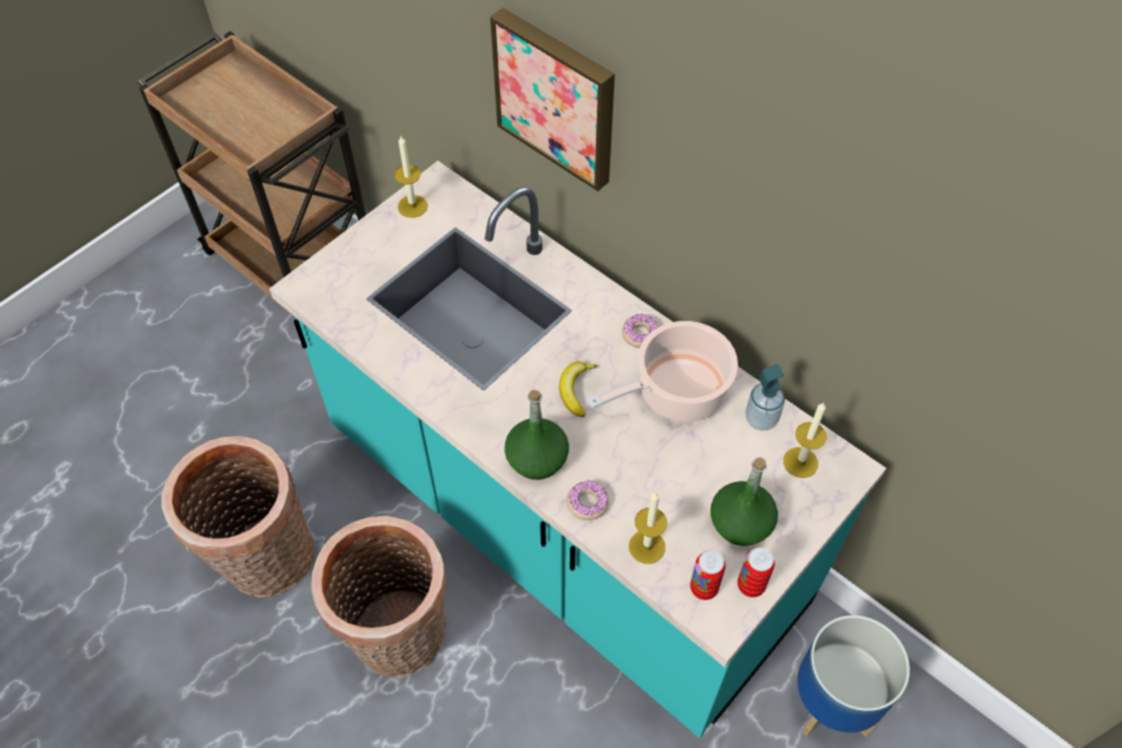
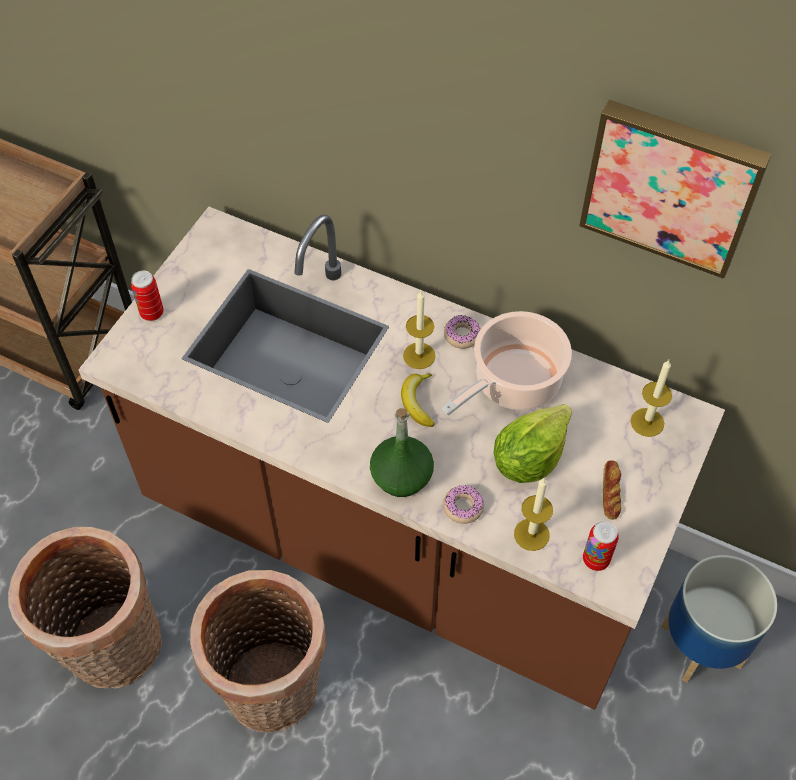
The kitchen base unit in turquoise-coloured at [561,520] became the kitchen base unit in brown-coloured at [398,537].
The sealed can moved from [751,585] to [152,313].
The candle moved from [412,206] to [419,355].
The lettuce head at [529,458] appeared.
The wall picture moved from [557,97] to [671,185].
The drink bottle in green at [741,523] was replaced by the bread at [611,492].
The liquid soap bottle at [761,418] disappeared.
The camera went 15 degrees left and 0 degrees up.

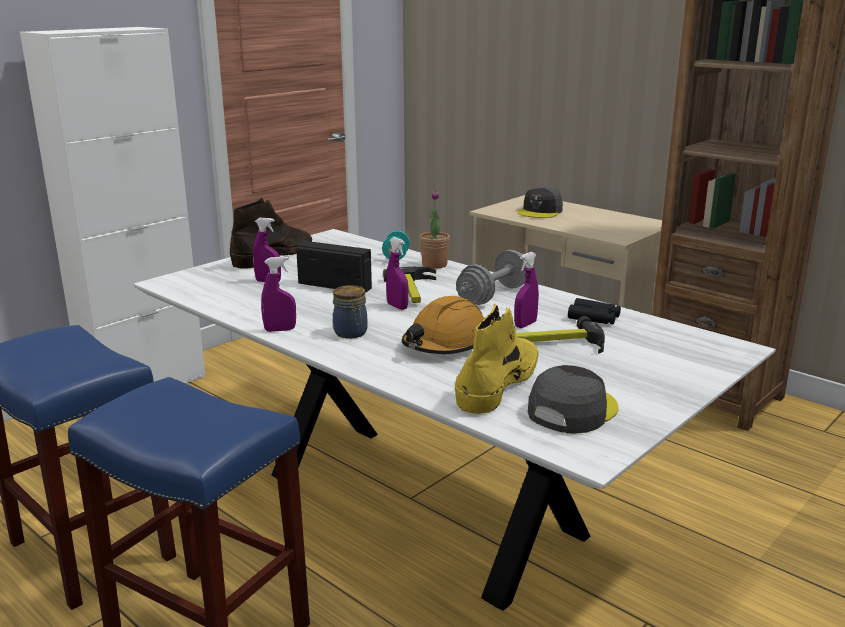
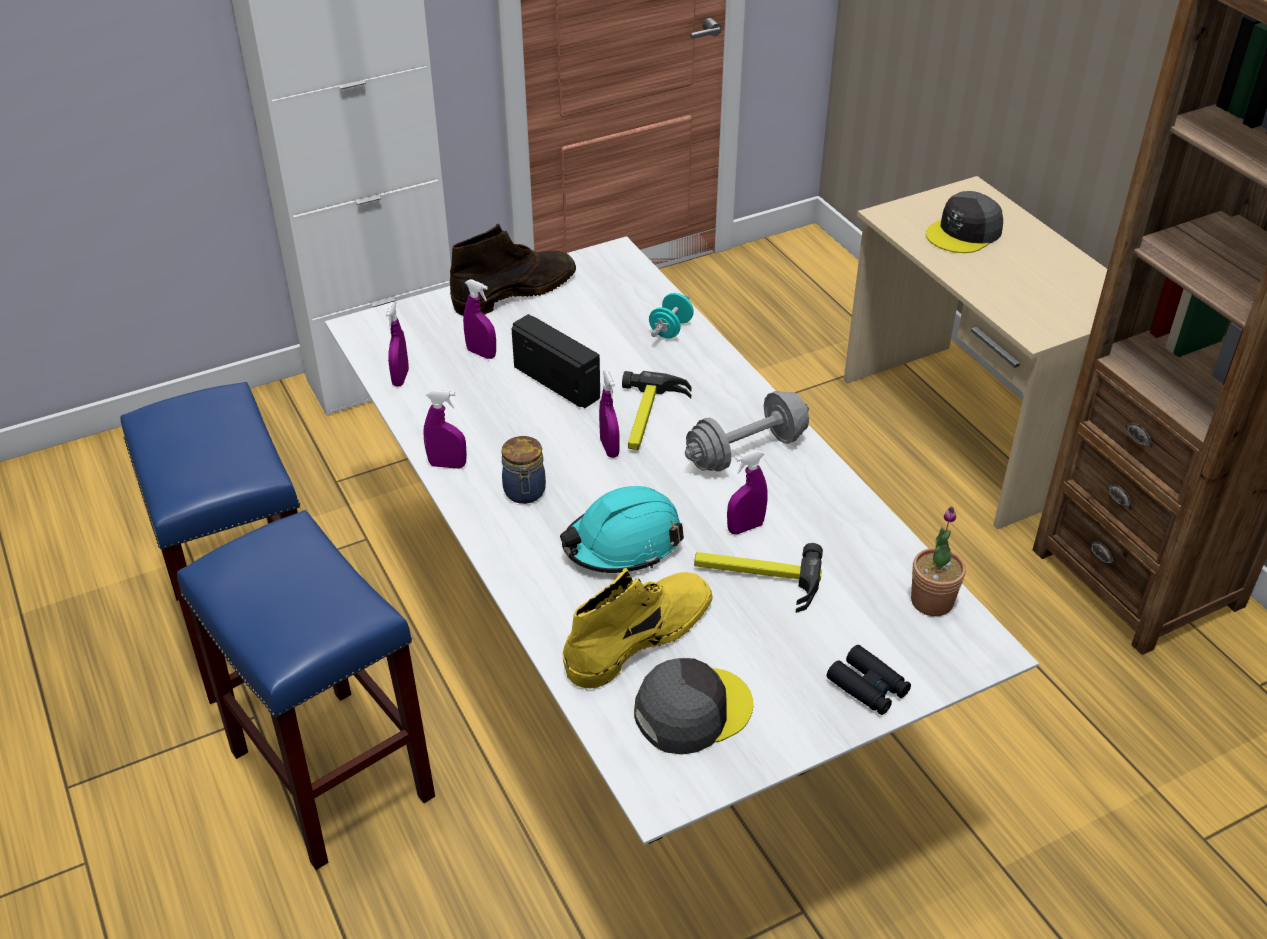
The spray bottle in purplish at [400,378] appeared.
The work helmet in orangey at [445,344] became the work helmet in turquoise-coloured at [623,543].
The binoculars in black-coloured moved from [594,318] to [868,687].
The plant in a pot moved from [434,265] to [932,601].
The camera went 20 degrees right and 20 degrees up.

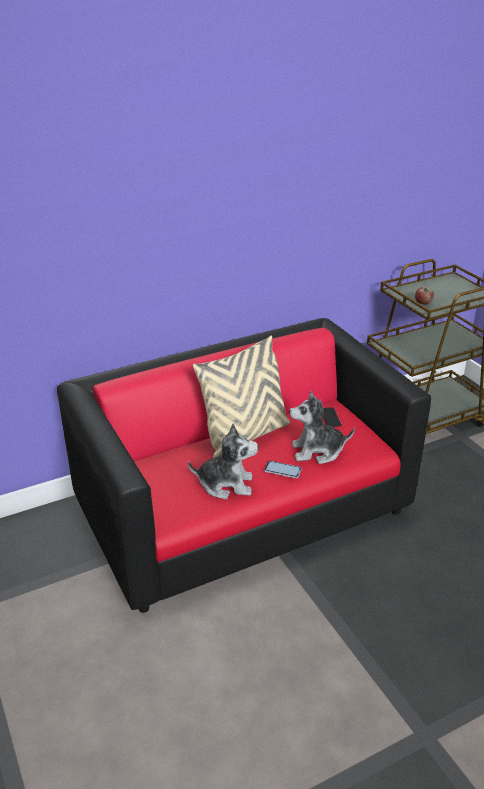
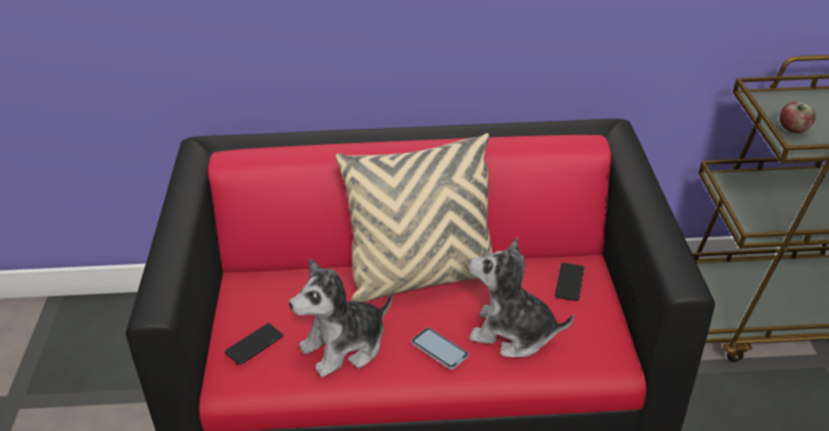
The phone at [254,344] appeared.
The soft toy at [226,484] turned 120 degrees clockwise.
The camera went 25 degrees right and 5 degrees up.

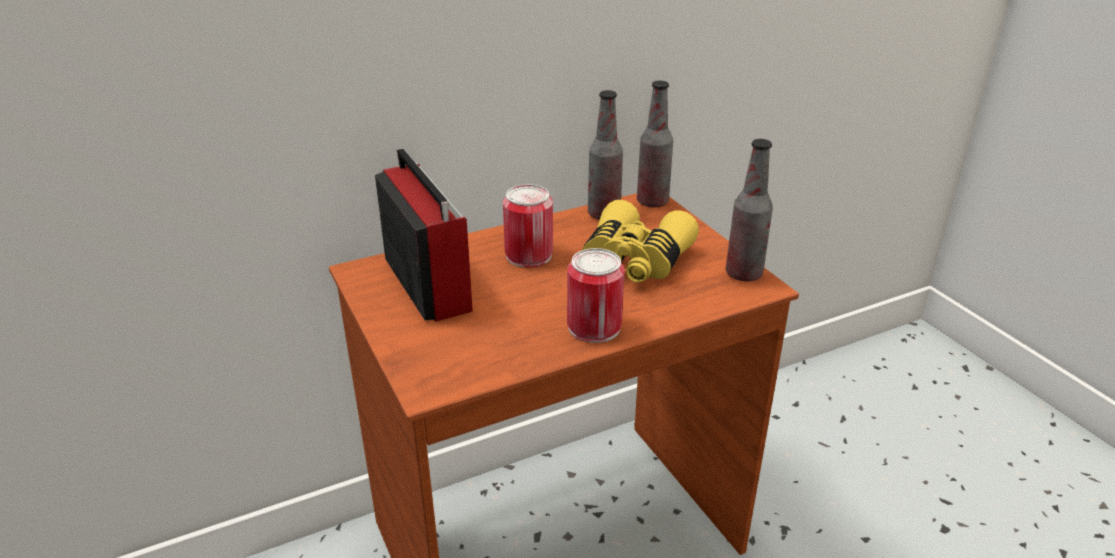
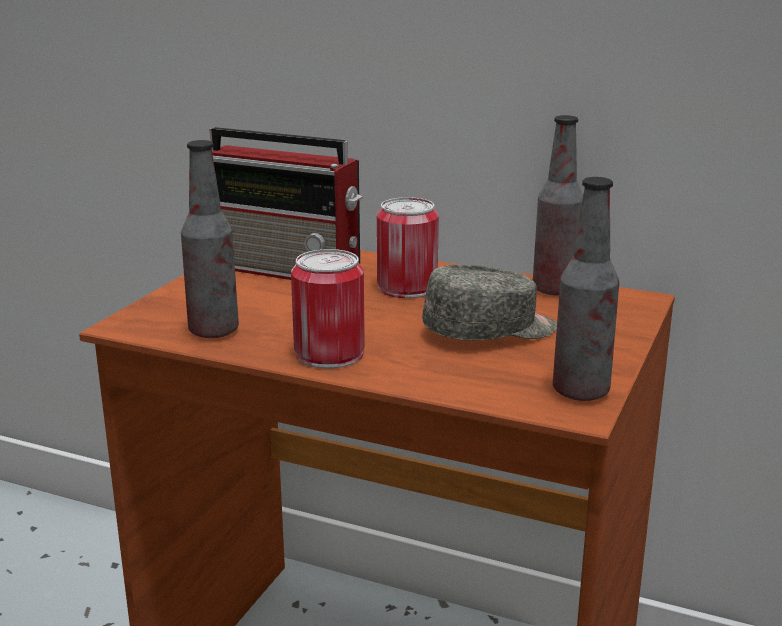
The drink bottle moved from [652,202] to [213,331].
The radio set at [427,282] turned 90 degrees clockwise.
The binoculars in yellowish at [634,261] was replaced by the cap in grey at [490,331].
The camera went 50 degrees right and 10 degrees down.

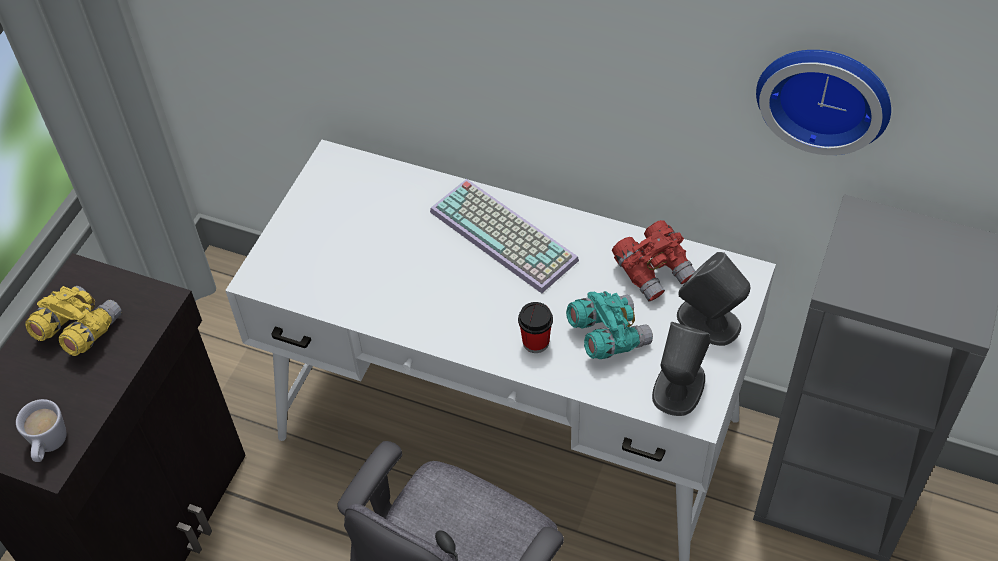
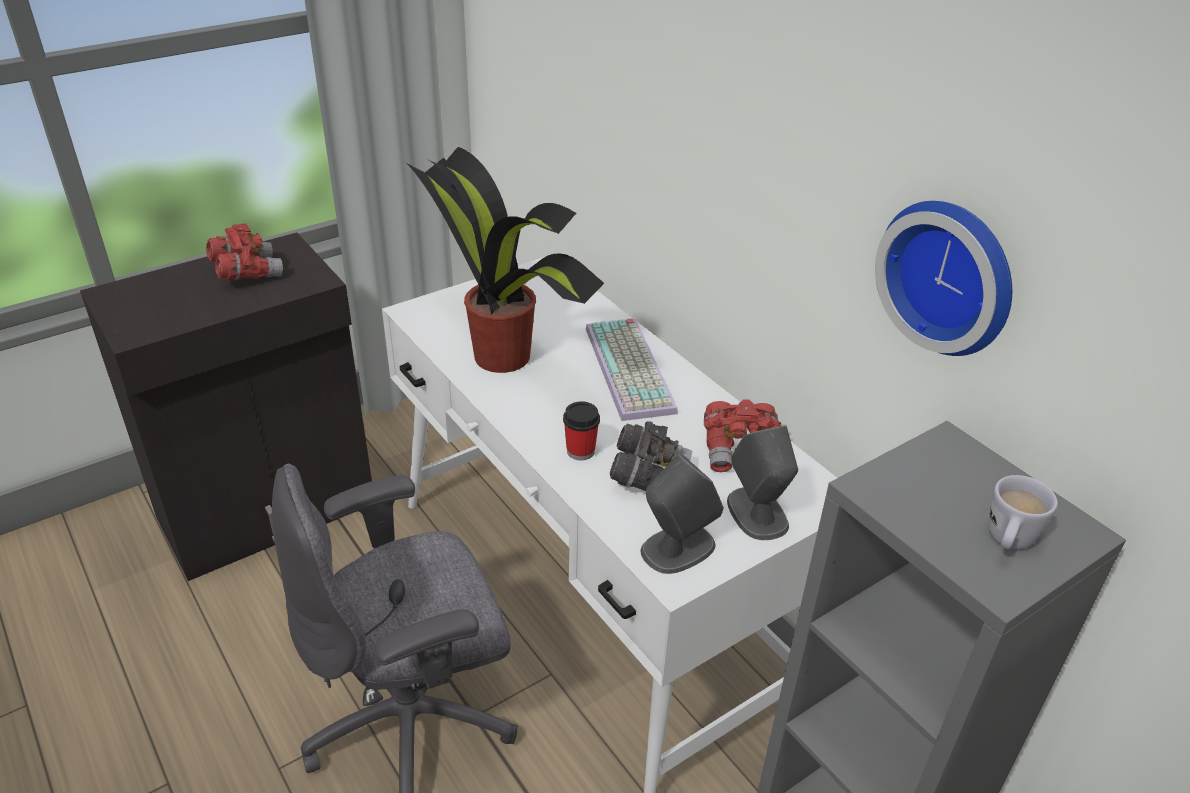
The binoculars in yellowish at [79,330] became the binoculars in red at [246,273].
The plant in a pot at [504,358] appeared.
The binoculars in turquoise-coloured at [607,335] became the binoculars in grey at [649,477].
The coffee mug in white-coloured moved from [49,446] to [1007,542].
The camera went 30 degrees right and 15 degrees down.

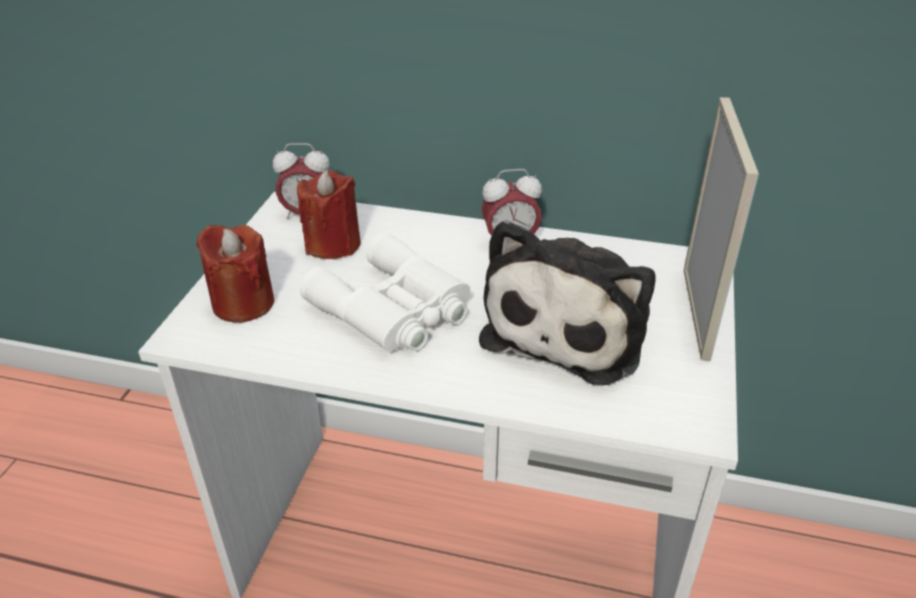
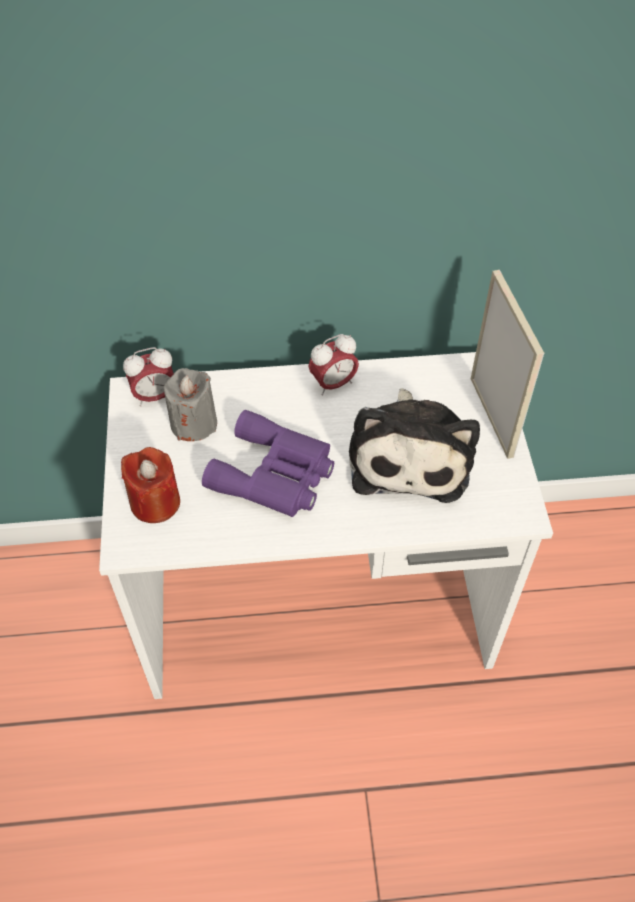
The candle in red at [333,244] became the candle in grey at [194,423].
The binoculars in white-coloured at [394,309] became the binoculars in purplish at [275,475].
The camera went 20 degrees left and 15 degrees up.

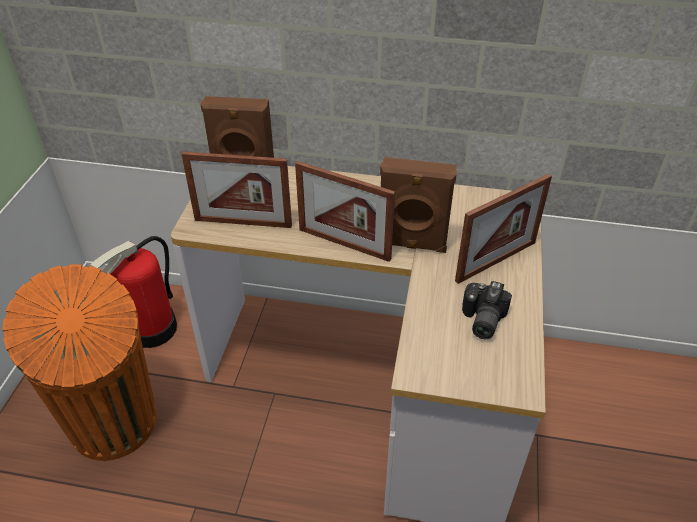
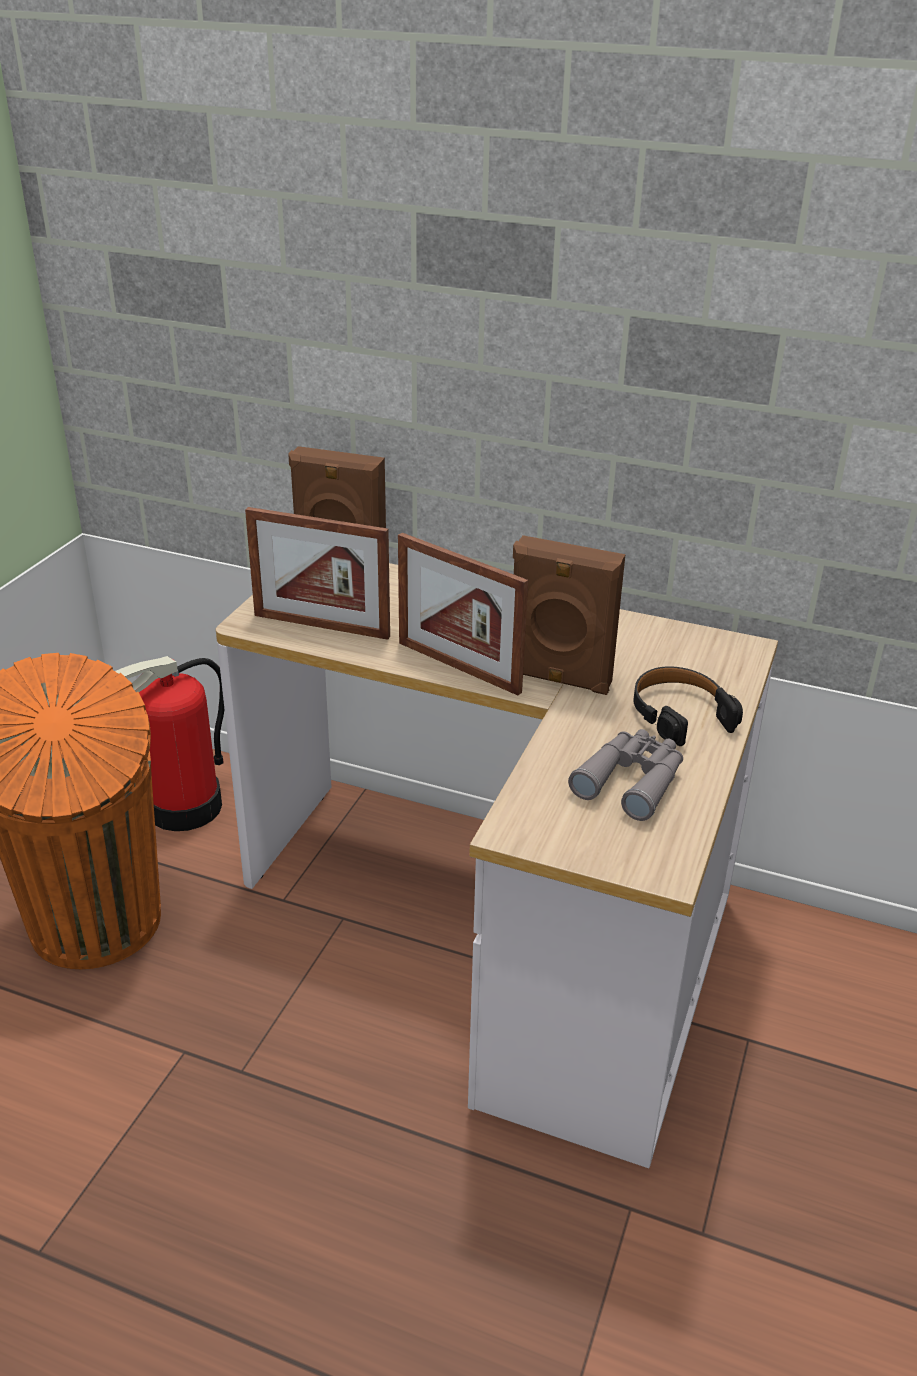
The still camera at [481,320] was replaced by the binoculars in grey at [632,781].
The picture frame at [496,261] was replaced by the headphones in black-coloured at [679,714].
The camera went 10 degrees right and 10 degrees down.

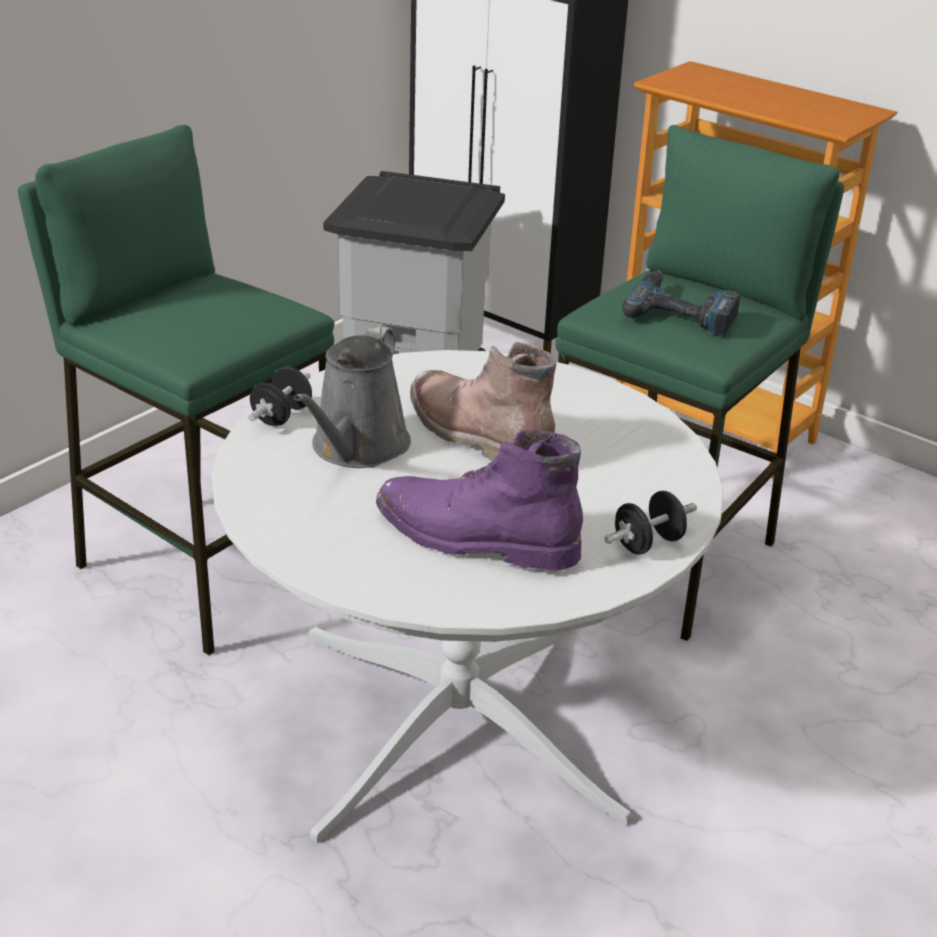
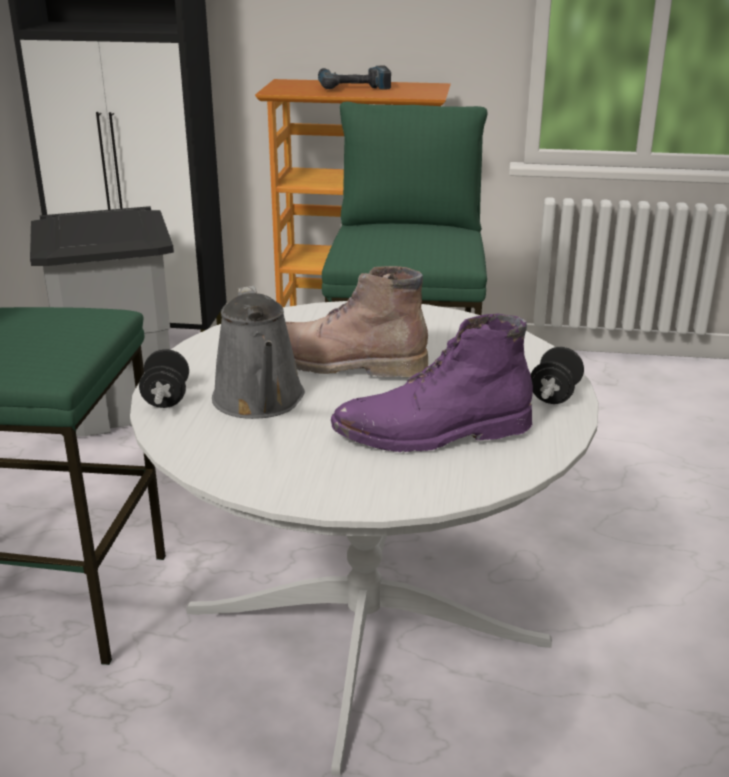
The power drill moved from [682,312] to [352,86].
The camera went 30 degrees left and 5 degrees down.

